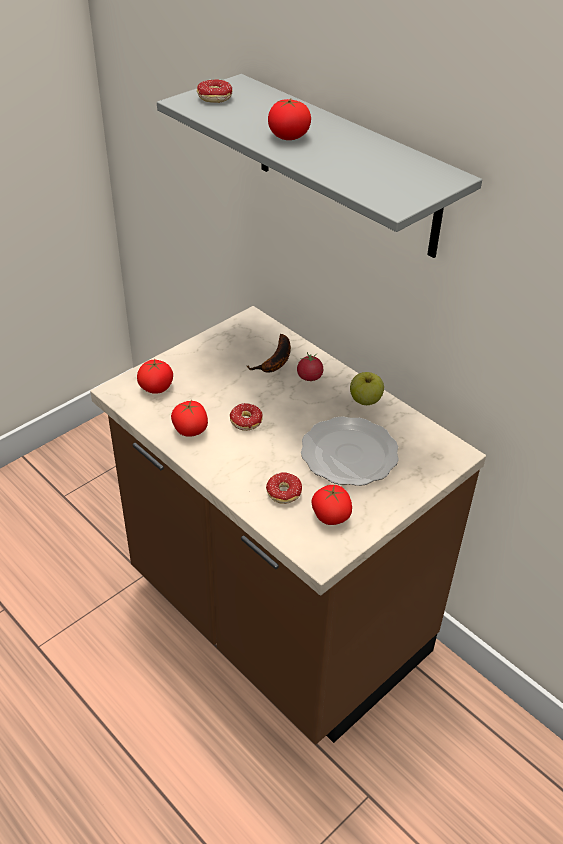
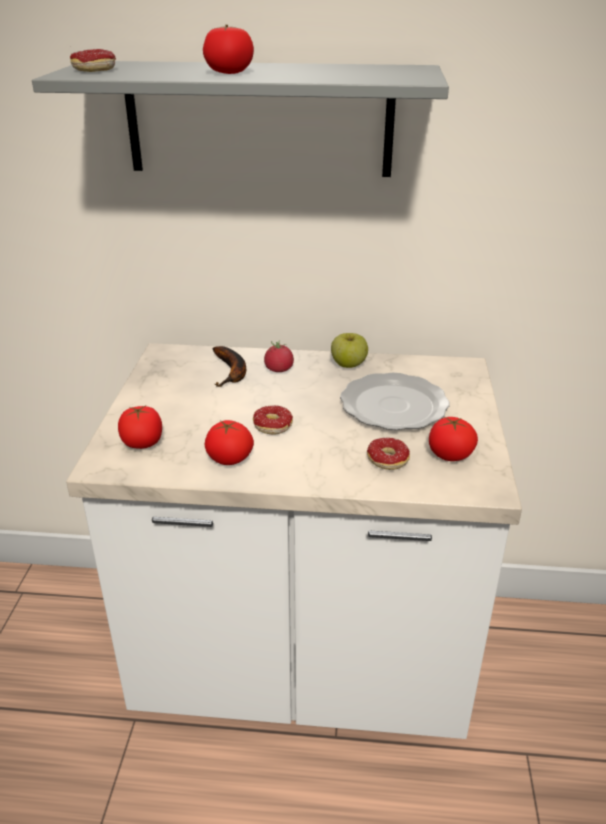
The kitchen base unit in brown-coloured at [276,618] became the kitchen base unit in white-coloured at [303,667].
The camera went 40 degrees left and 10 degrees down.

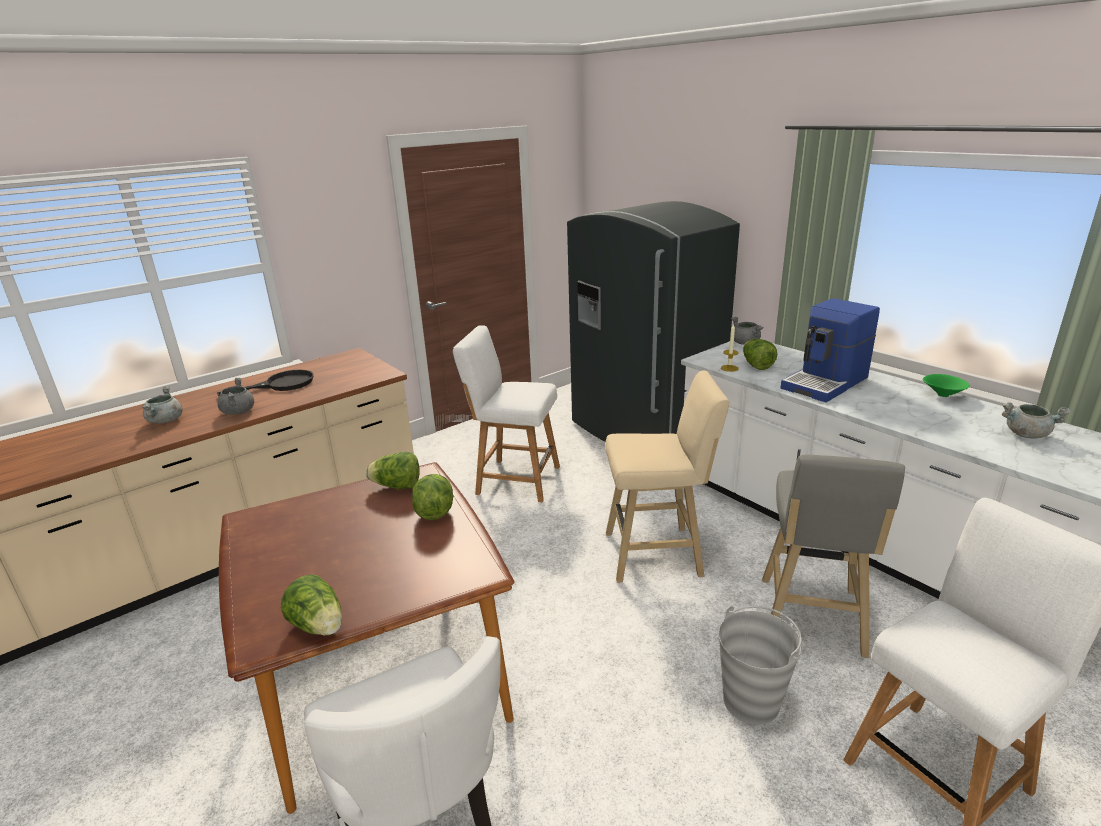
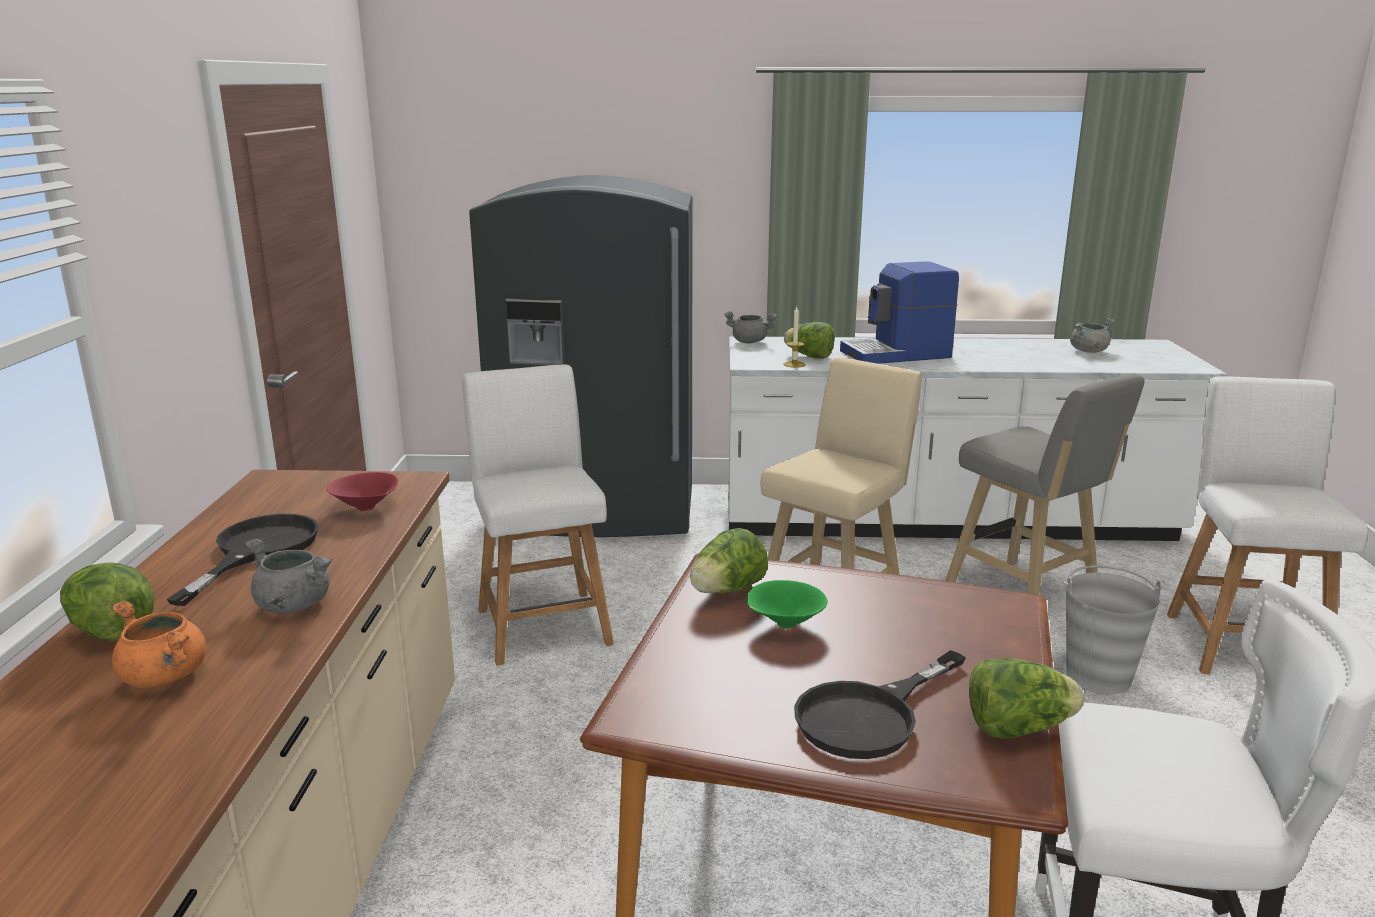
The lettuce head moved from [434,511] to [111,631].
The cooking pot in grey at [166,421] became the cooking pot in orangey at [165,677].
The serving bowl in red at [366,508] appeared.
The chair in white-coloured at [514,479] turned 105 degrees clockwise.
The serving bowl in green moved from [941,395] to [784,624].
The skillet in black-coloured at [869,716] appeared.
The coffee maker at [826,383] turned 75 degrees clockwise.
The camera went 50 degrees left and 5 degrees down.

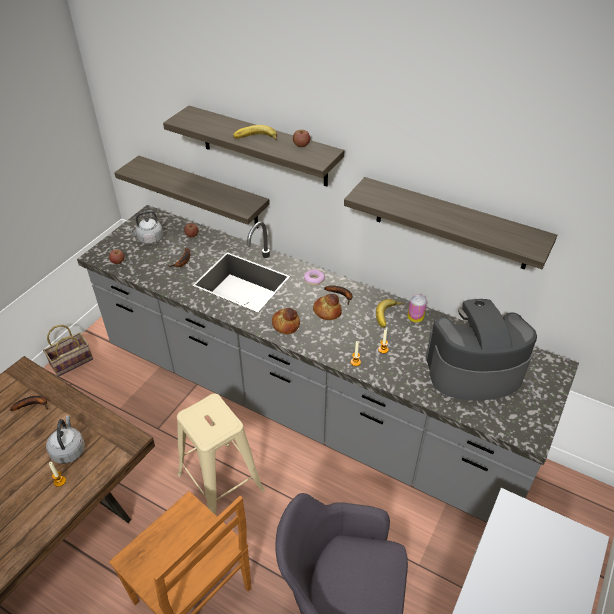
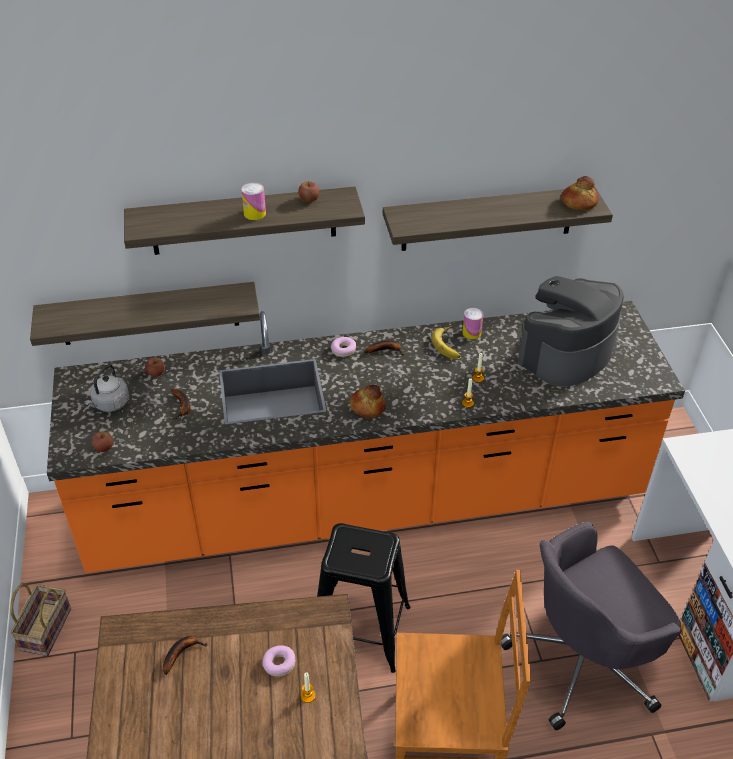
The kitchen base unit in grey at [307,404] became the kitchen base unit in orangey at [365,501].
The whole banana at [255,139] was replaced by the sealed can at [254,213].
The kettle in grey at [69,450] was replaced by the ring doughnut at [279,663].
The stool seat in beige at [220,482] became the stool seat in black-coloured at [360,630].
The bread moved from [327,311] to [578,202].
The camera went 40 degrees left and 0 degrees up.

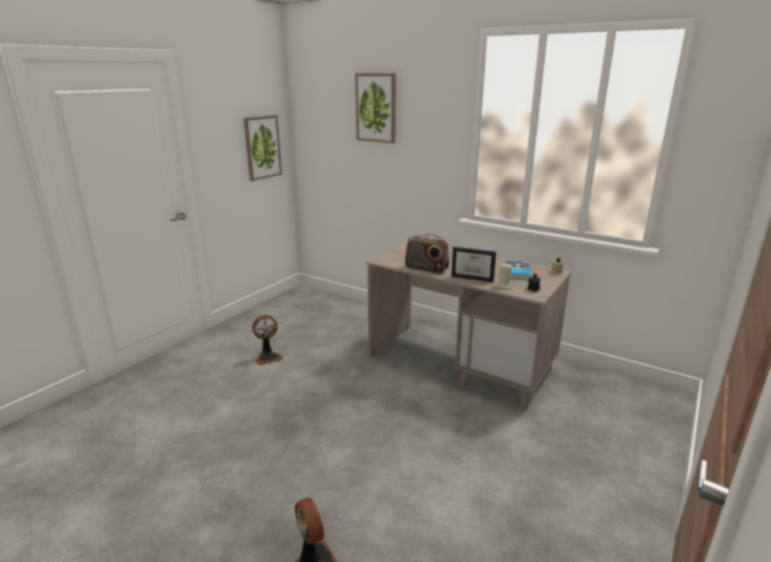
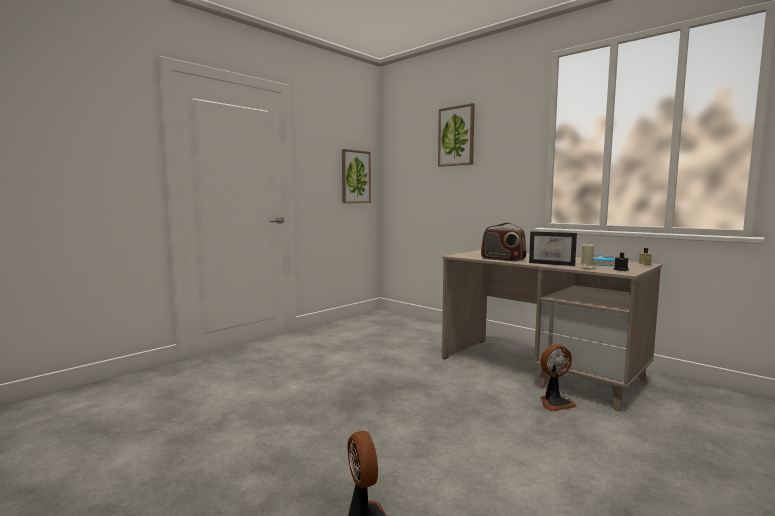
The cooling fan moved from [268,357] to [555,403].
The camera went 10 degrees right and 15 degrees down.

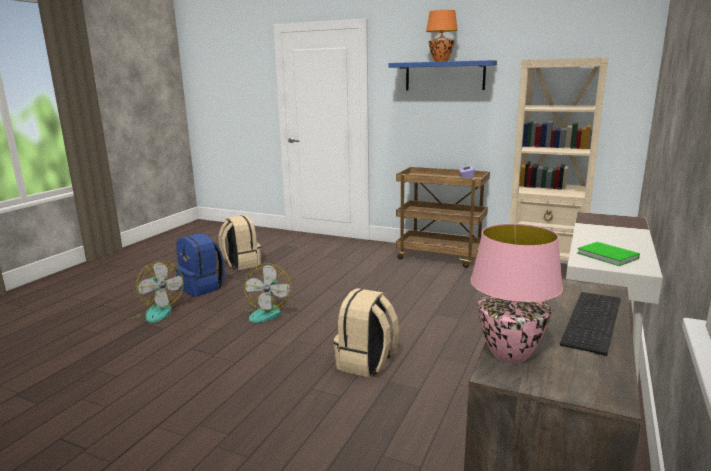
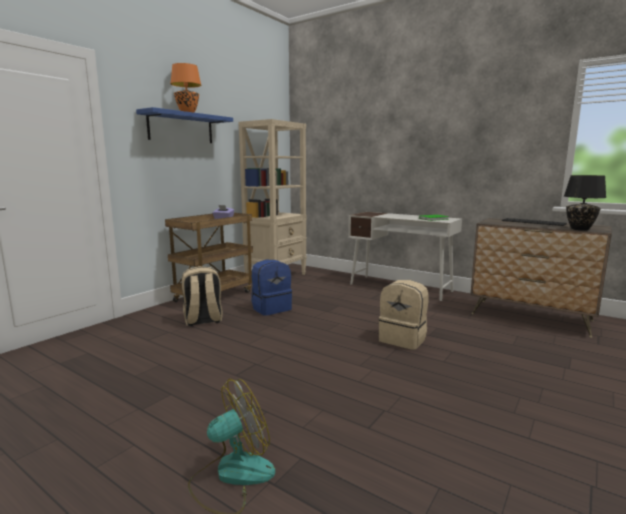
The knapsack in beige moved from [241,264] to [203,320].
The knapsack in blue-coloured moved from [202,287] to [271,308].
The tabletop lamp in pink at [510,355] became the tabletop lamp in black-coloured at [580,229].
The cooling fan at [267,312] disappeared.
The camera went 80 degrees left and 5 degrees down.

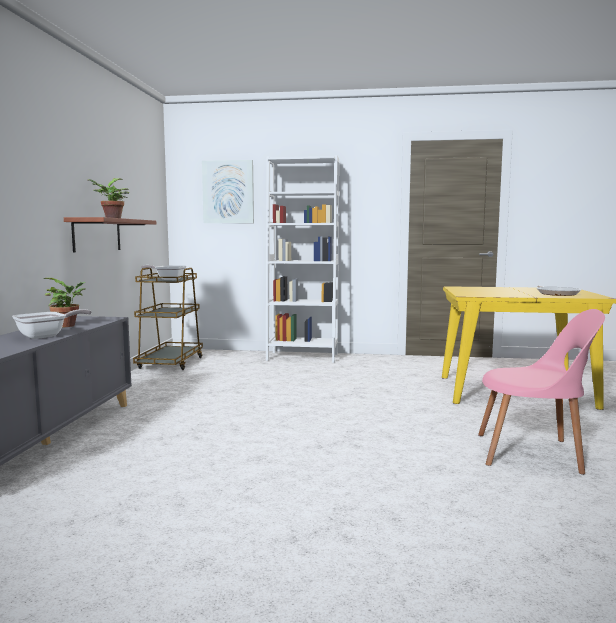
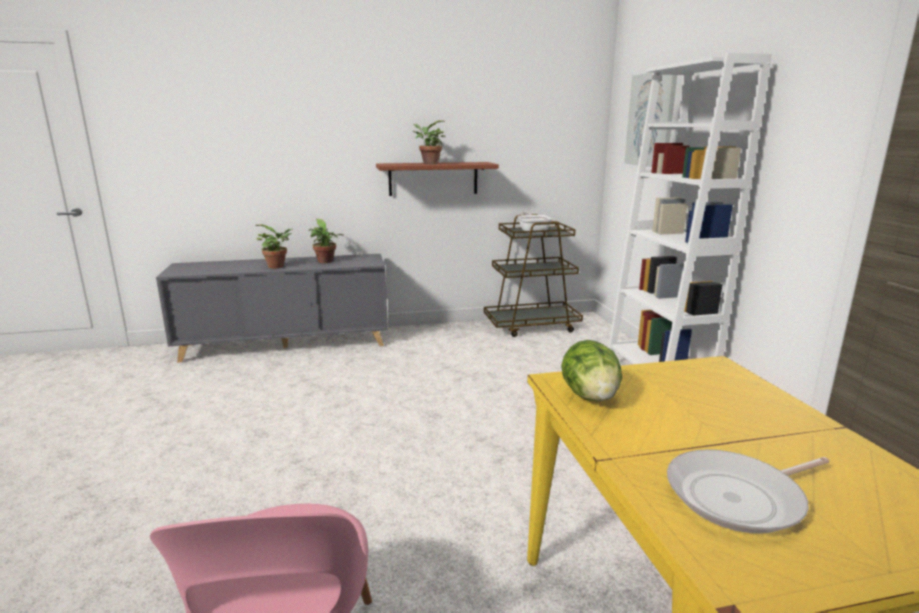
The skillet at [47,336] was replaced by the plant in a pot at [278,266].
The lettuce head at [590,397] appeared.
The camera went 70 degrees right and 10 degrees up.

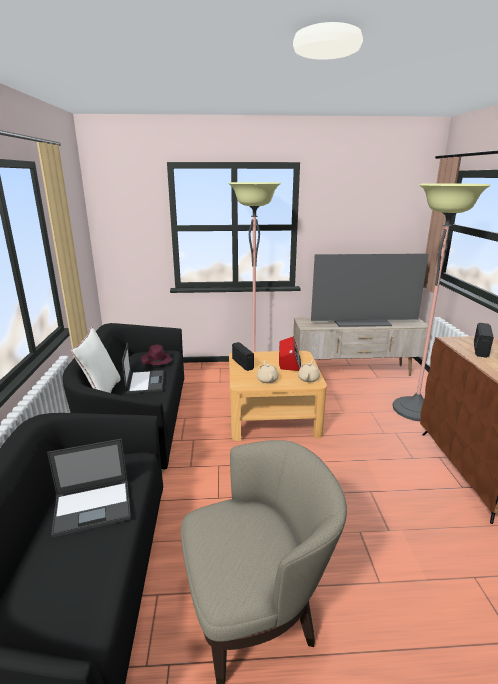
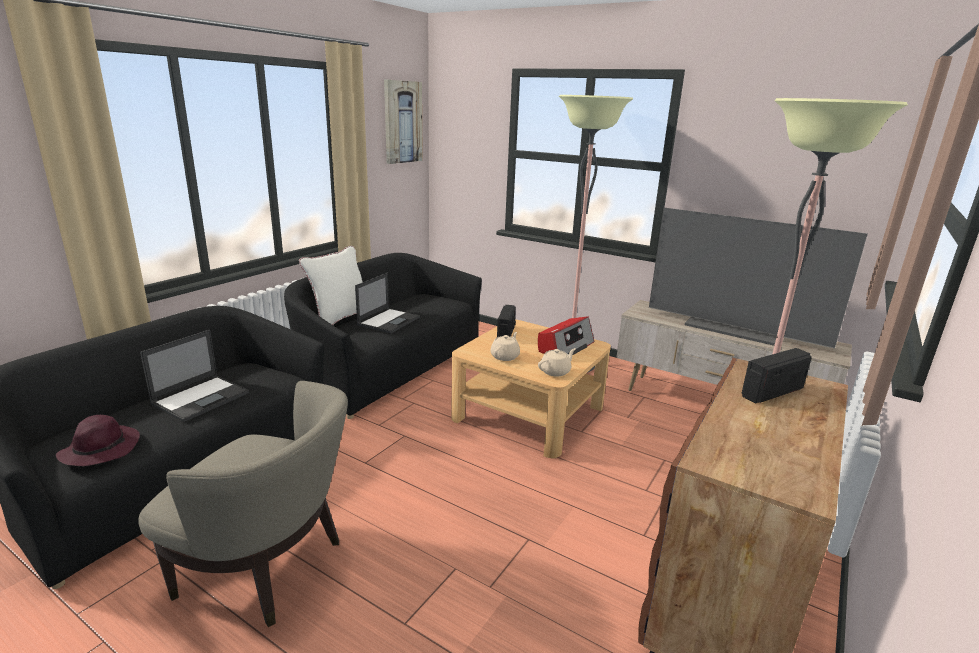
The clothing hat in purplish moved from [156,361] to [101,448].
The portable computer at [94,507] turned 75 degrees counterclockwise.
The wall picture at [402,122] appeared.
The camera went 35 degrees right and 0 degrees up.

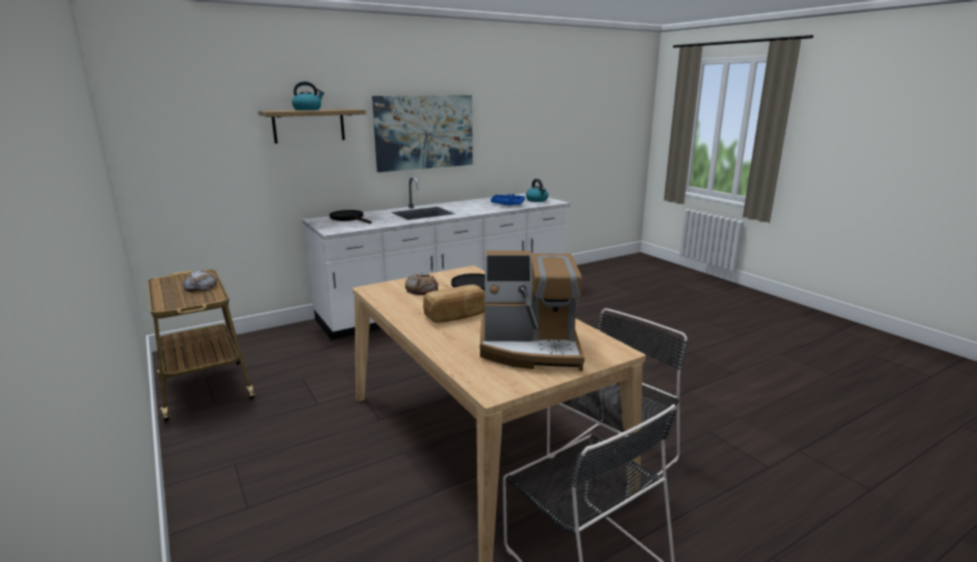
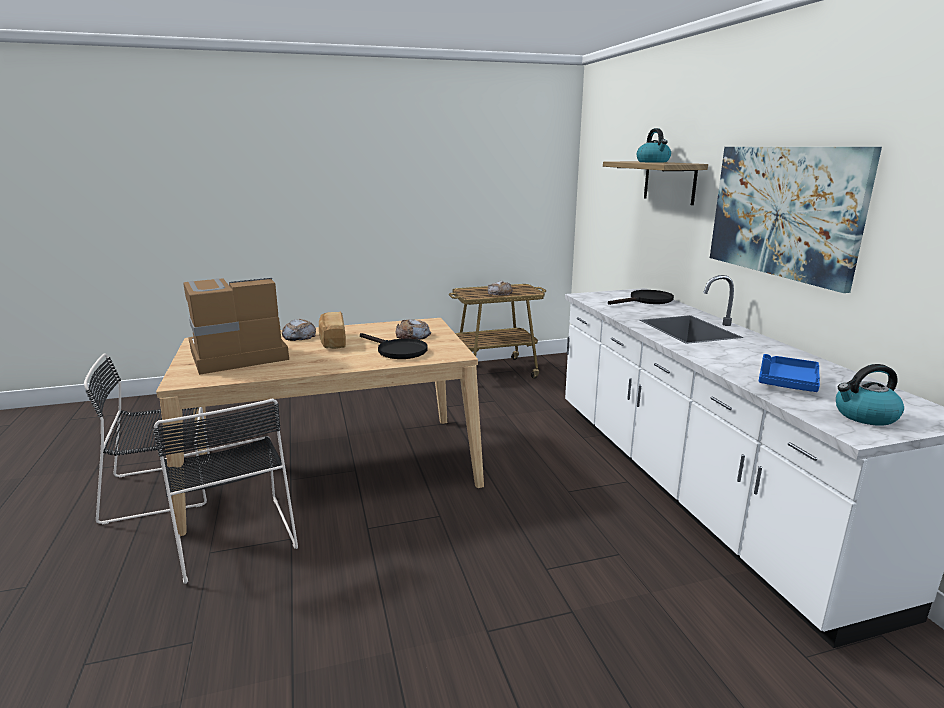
The coffee maker at [530,348] turned 45 degrees clockwise.
The bread at [299,336] appeared.
The camera went 105 degrees right and 0 degrees up.

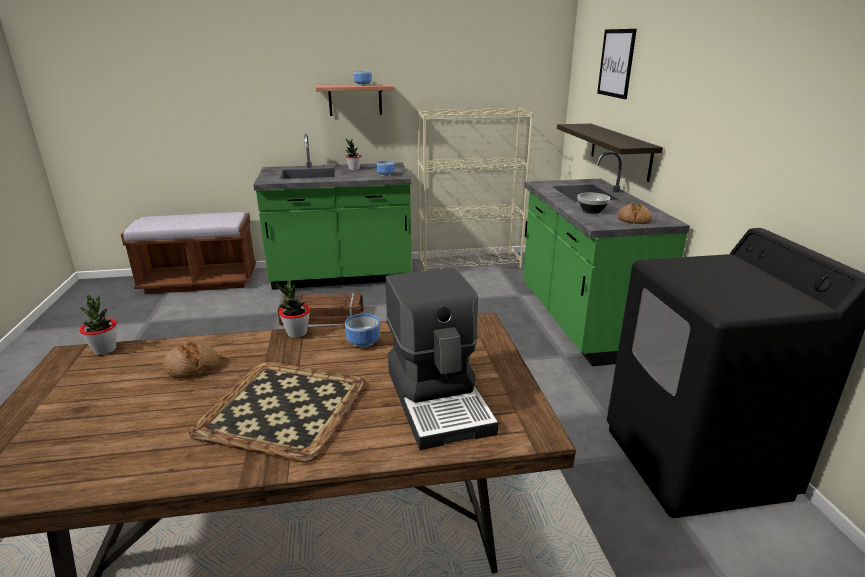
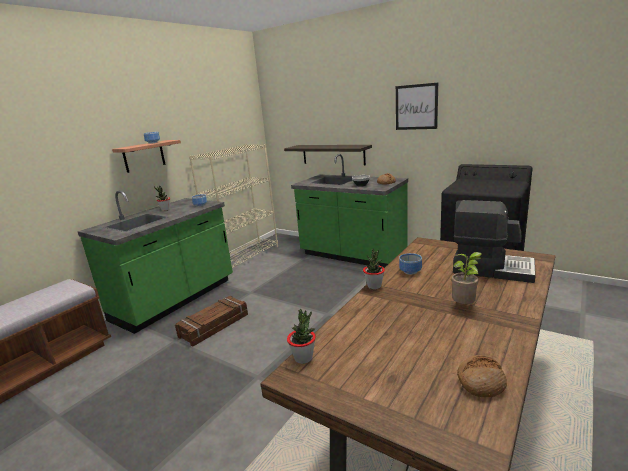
The wall picture moved from [616,63] to [416,107].
The serving tray at [284,409] was replaced by the plant in a pot at [465,306].
The bread moved from [192,367] to [481,382].
The camera went 45 degrees left and 5 degrees down.

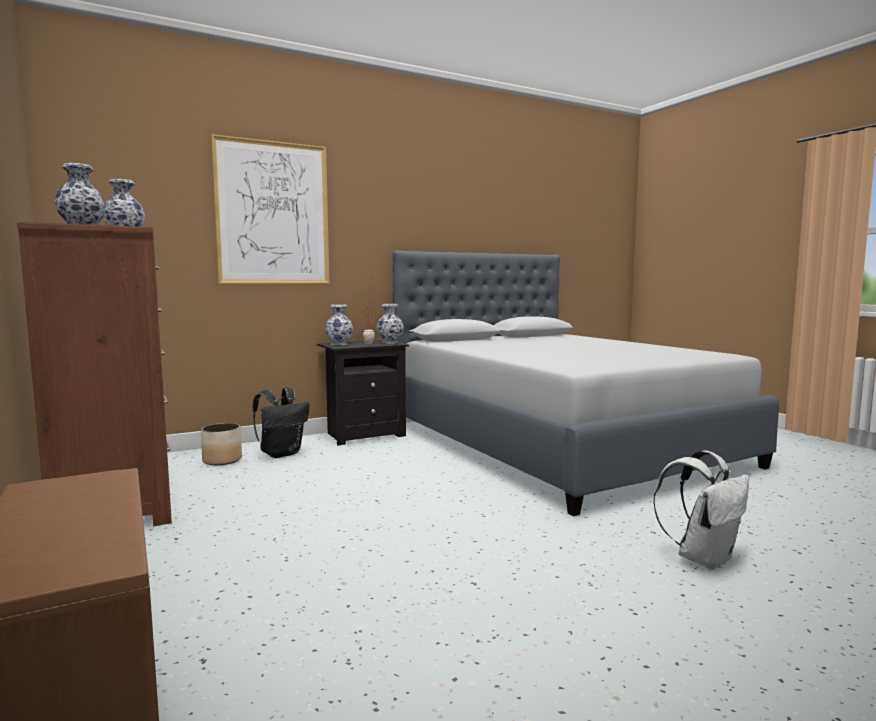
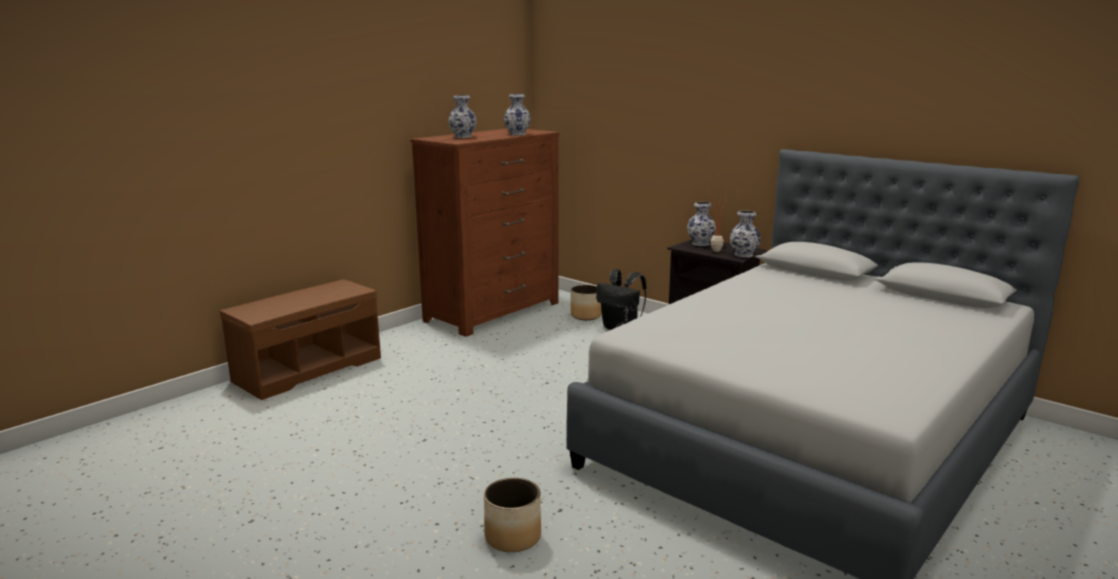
The knapsack in white-coloured at [703,558] was replaced by the flower pot at [513,537].
The wall picture at [273,213] disappeared.
The camera went 70 degrees right and 10 degrees up.

